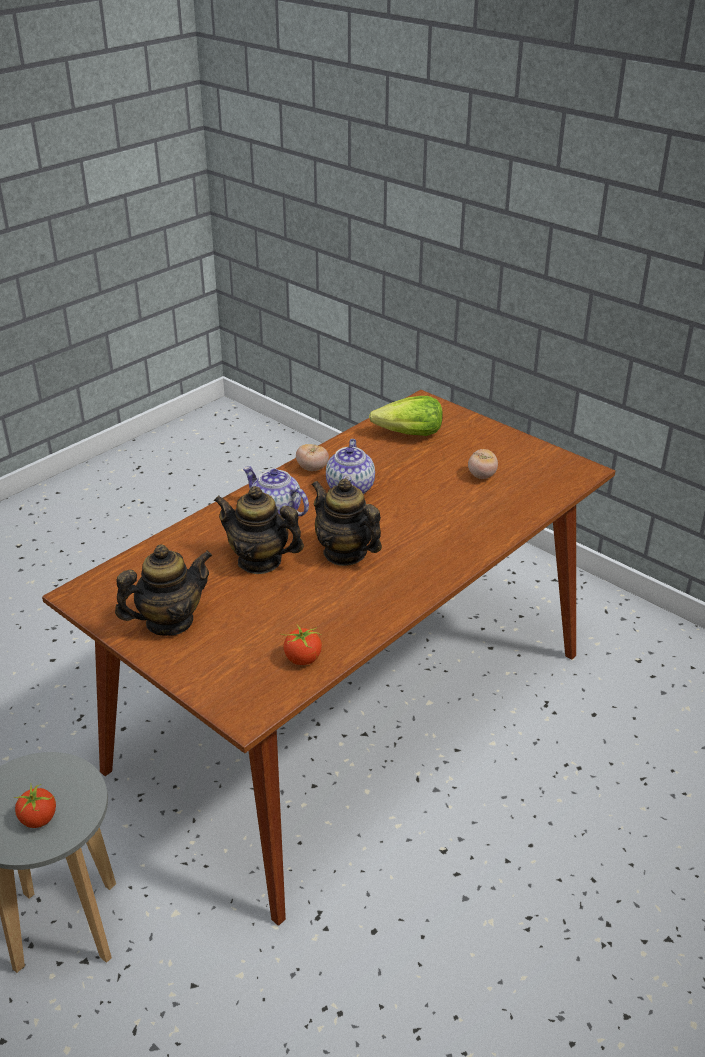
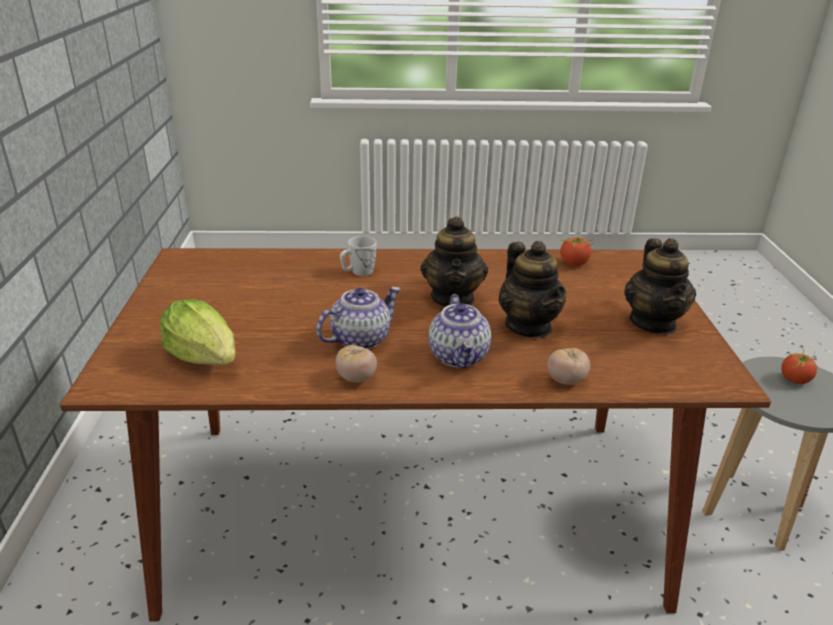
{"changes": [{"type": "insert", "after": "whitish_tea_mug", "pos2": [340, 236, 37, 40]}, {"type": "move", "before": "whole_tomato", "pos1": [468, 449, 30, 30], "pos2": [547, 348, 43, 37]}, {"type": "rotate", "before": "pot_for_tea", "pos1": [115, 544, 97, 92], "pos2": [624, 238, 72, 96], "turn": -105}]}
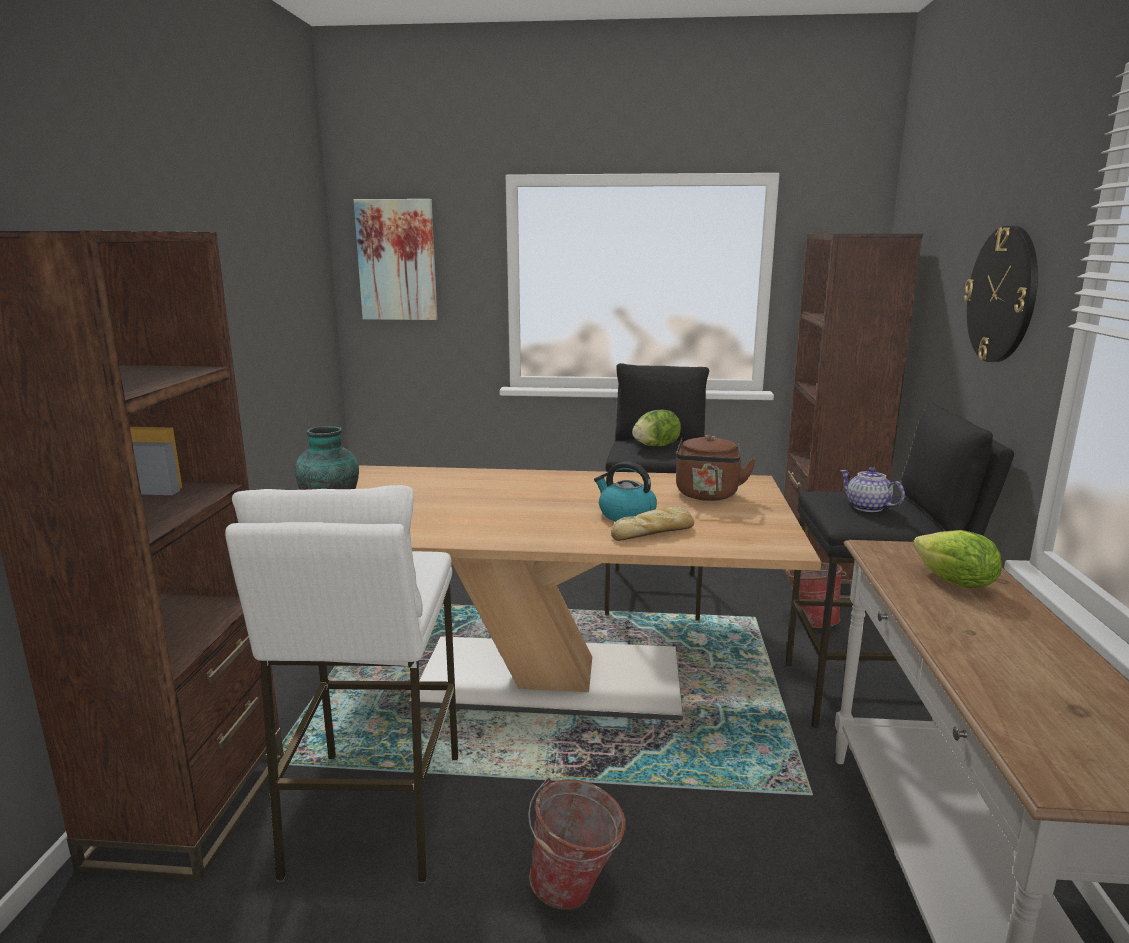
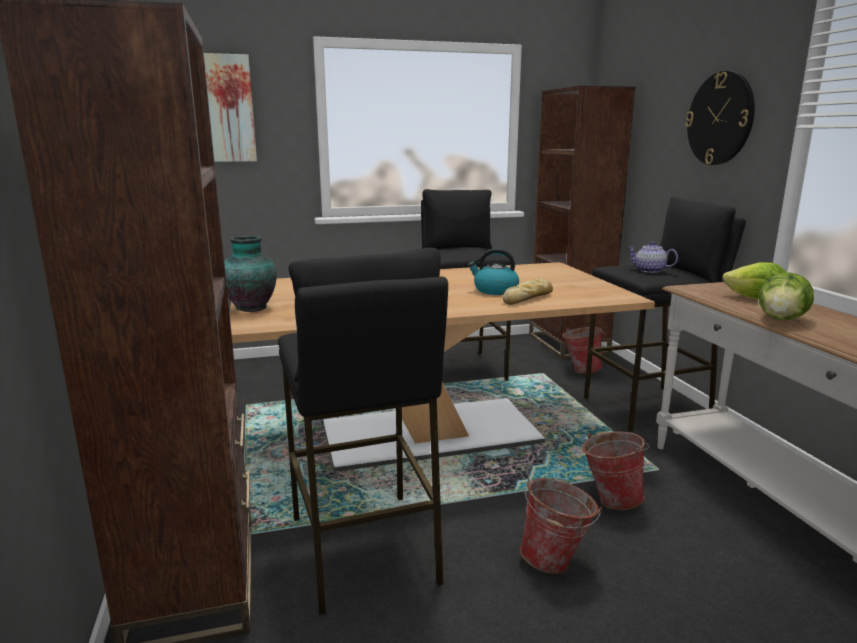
{"changes": [{"type": "delete", "before": "brown-coloured_tea_kettle", "pos1": [676, 435, 80, 66]}, {"type": "insert", "after": "bucket", "pos2": [582, 432, 68, 78]}, {"type": "move", "before": "head_of_lettuce", "pos1": [632, 410, 49, 37], "pos2": [759, 272, 55, 48]}, {"type": "recolor", "before": "whitish_sitting_stool", "after": "blackish_sitting_stool", "pos1": [225, 485, 233, 398], "pos2": [278, 248, 170, 367]}]}
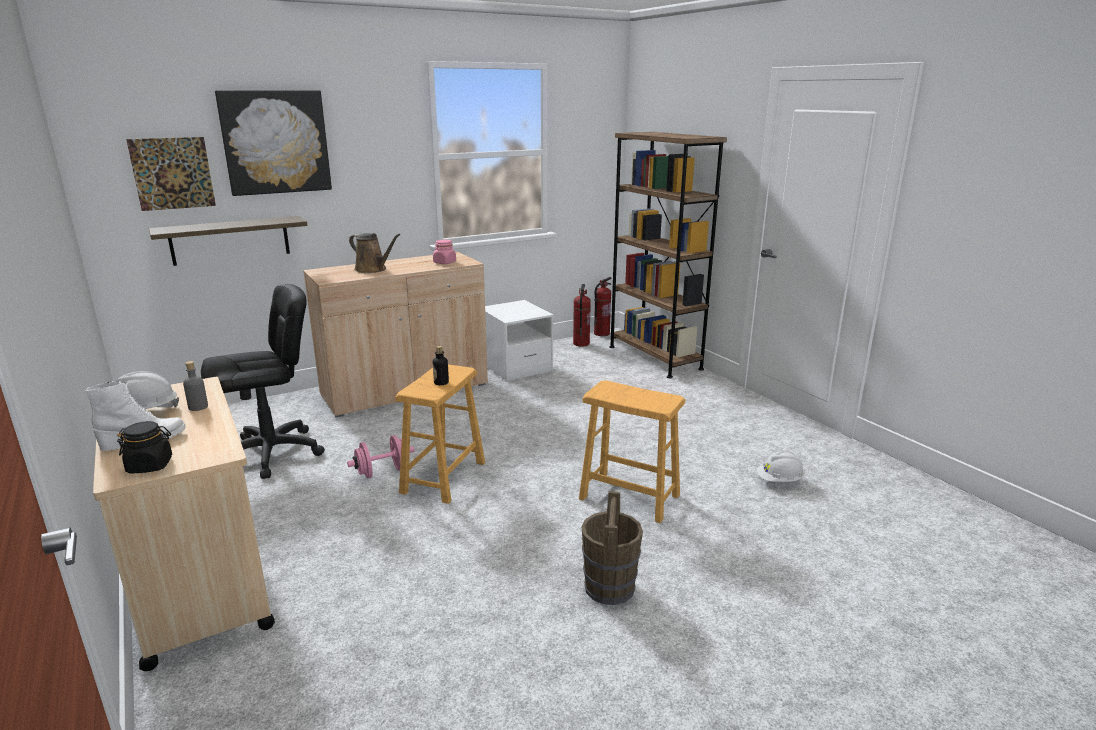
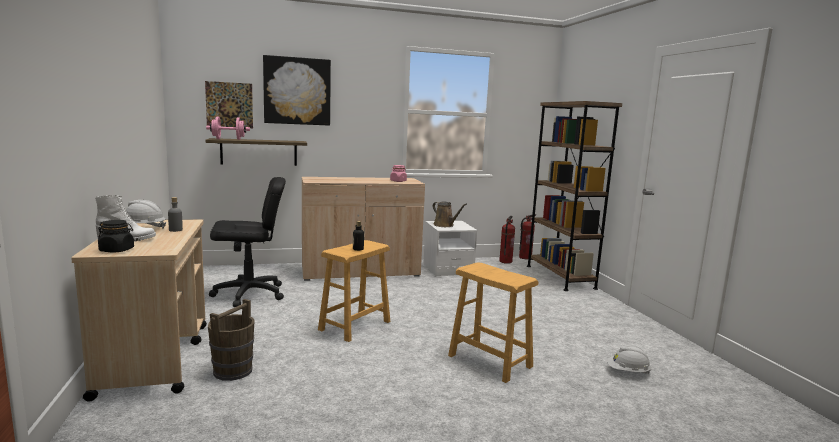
{"changes": [{"type": "move", "before": "pink-coloured_hand_weight", "pos1": [347, 435, 67, 43], "pos2": [206, 117, 44, 23]}, {"type": "move", "before": "brown-coloured_sprinkling_can", "pos1": [349, 233, 51, 40], "pos2": [432, 201, 35, 26]}, {"type": "move", "before": "brown-coloured_bucket", "pos1": [581, 491, 62, 114], "pos2": [208, 299, 47, 82]}]}
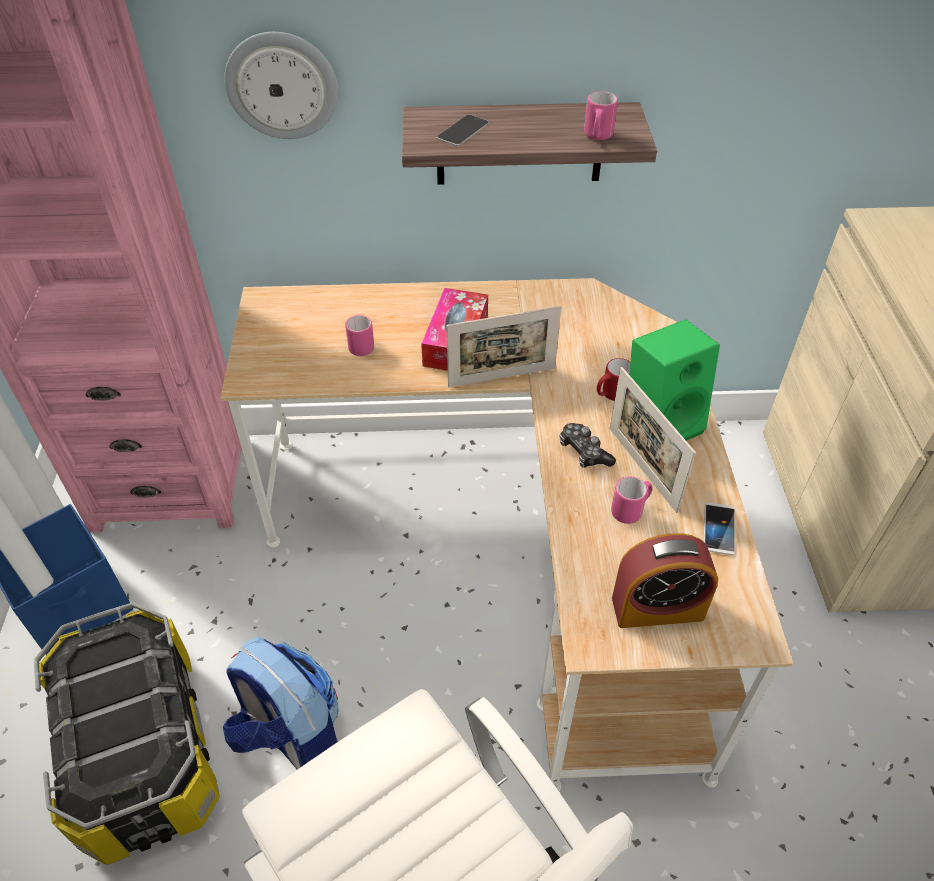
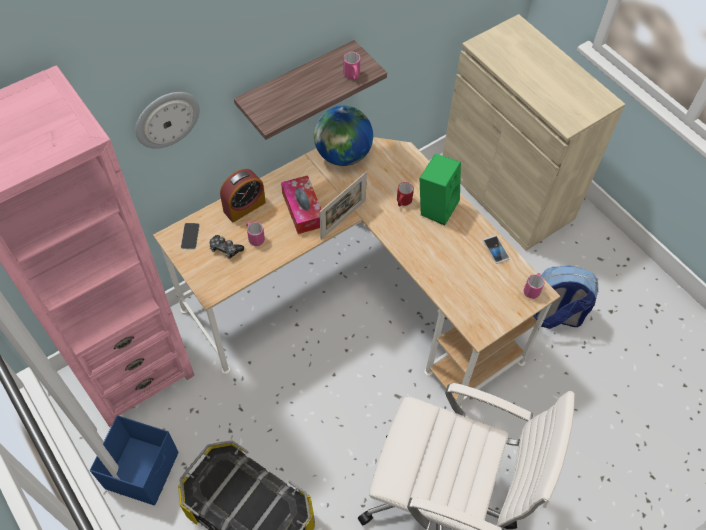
{"changes": [{"type": "delete", "before": "picture_frame", "pos1": [610, 367, 86, 146]}, {"type": "insert", "after": "world_globe", "pos2": [314, 106, 59, 60]}, {"type": "move", "before": "backpack", "pos1": [223, 637, 116, 133], "pos2": [533, 265, 65, 64]}, {"type": "move", "before": "telephone", "pos1": [437, 115, 52, 31], "pos2": [181, 223, 19, 26]}, {"type": "move", "before": "gamepad", "pos1": [559, 423, 57, 45], "pos2": [210, 235, 34, 24]}, {"type": "move", "before": "pink-coloured_tea_mug", "pos1": [611, 476, 42, 48], "pos2": [524, 273, 20, 26]}, {"type": "move", "before": "alarm_clock", "pos1": [612, 533, 106, 95], "pos2": [220, 169, 46, 53]}]}
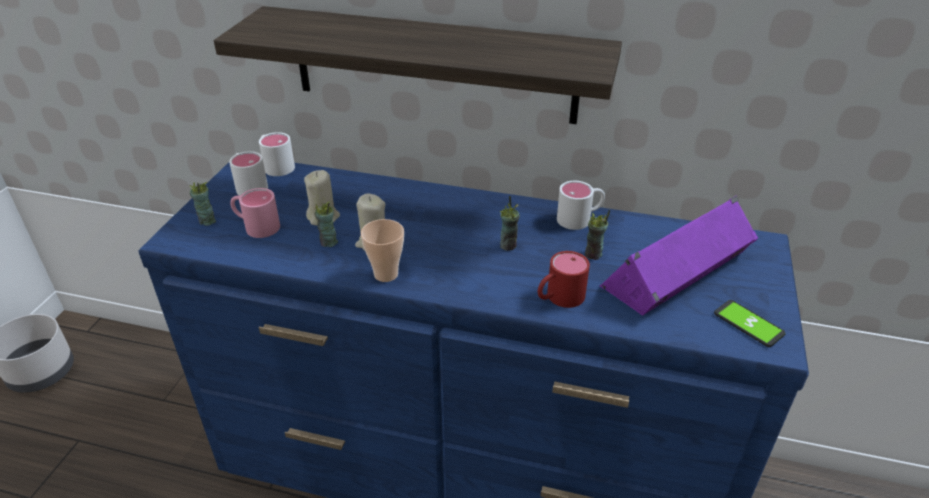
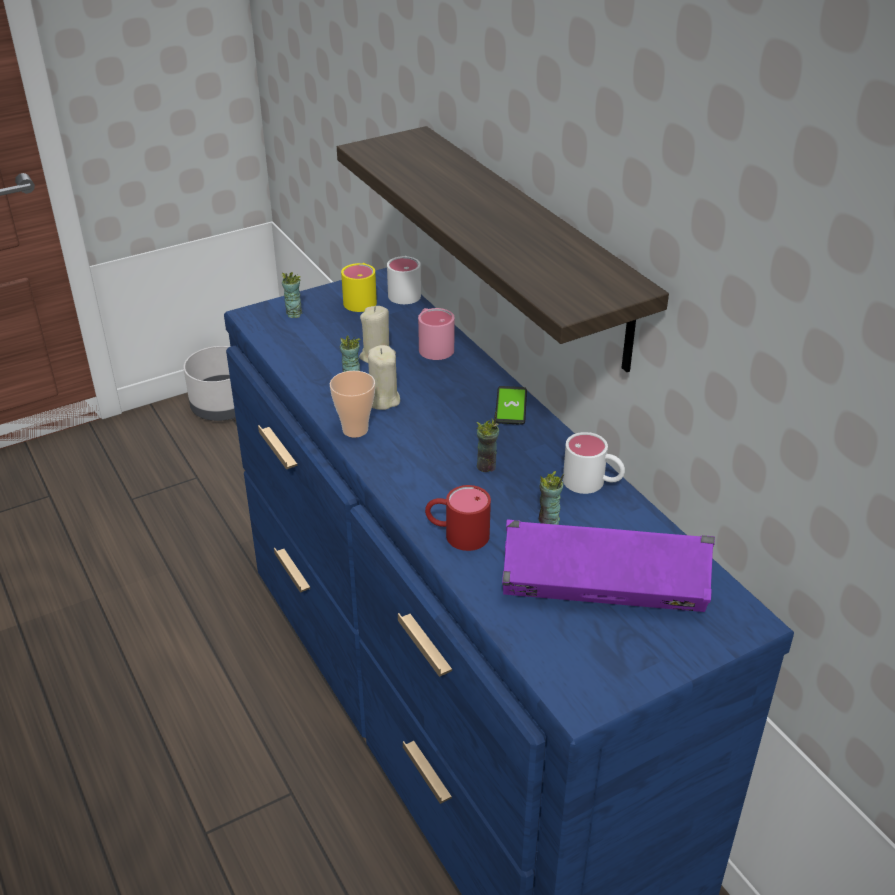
{"changes": [{"type": "move", "before": "pink-coloured_tea_mug", "pos1": [230, 188, 50, 50], "pos2": [418, 308, 36, 52]}, {"type": "move", "before": "telephone", "pos1": [714, 300, 72, 47], "pos2": [495, 386, 32, 39]}, {"type": "recolor", "before": "whitish_tea_mug", "after": "yellowish_tea_mug", "pos1": [229, 151, 39, 45], "pos2": [341, 263, 36, 49]}]}
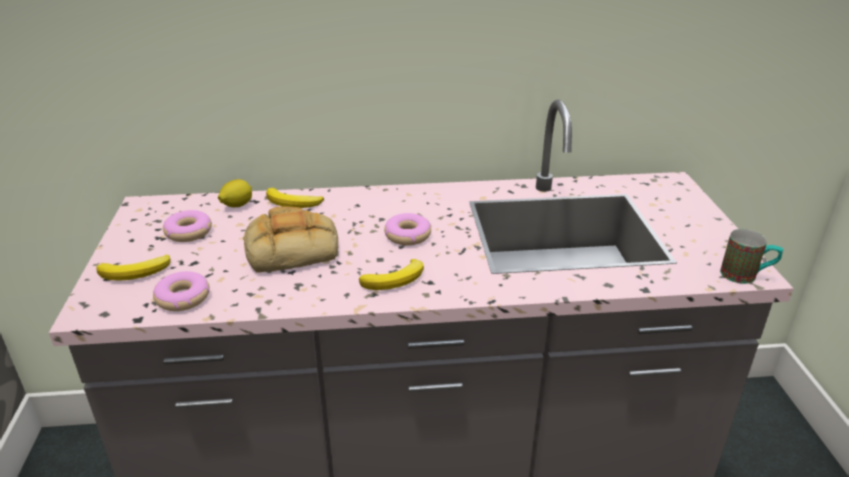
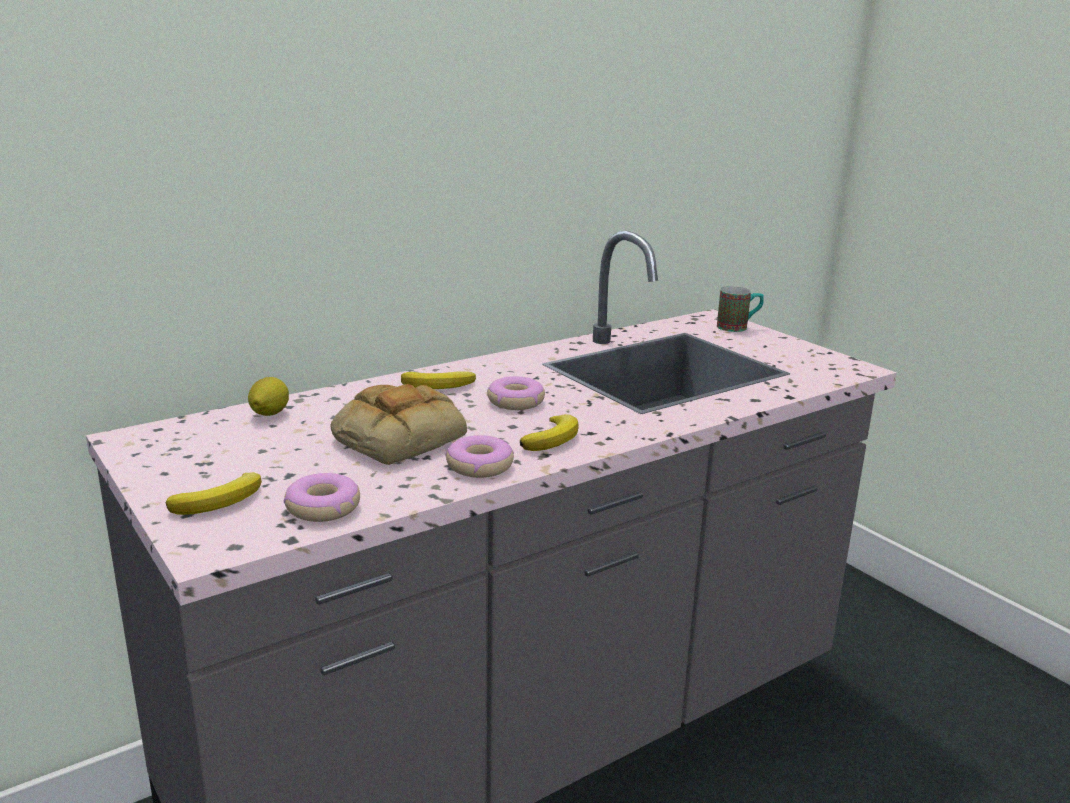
{"changes": [{"type": "move", "before": "donut", "pos1": [163, 210, 49, 32], "pos2": [445, 435, 69, 43]}, {"type": "move", "before": "banana_fruit", "pos1": [266, 188, 58, 20], "pos2": [401, 371, 75, 18]}, {"type": "move", "before": "tea_mug", "pos1": [720, 229, 63, 55], "pos2": [717, 286, 47, 46]}]}
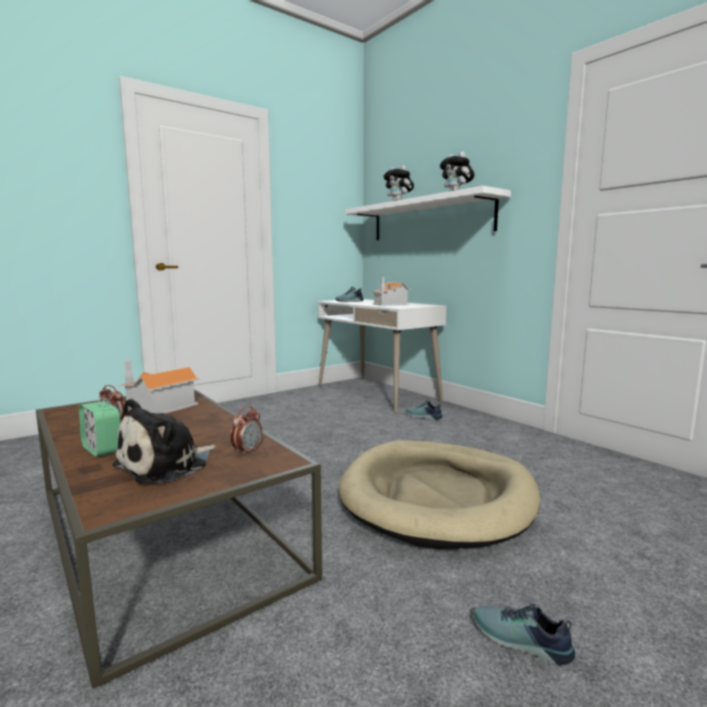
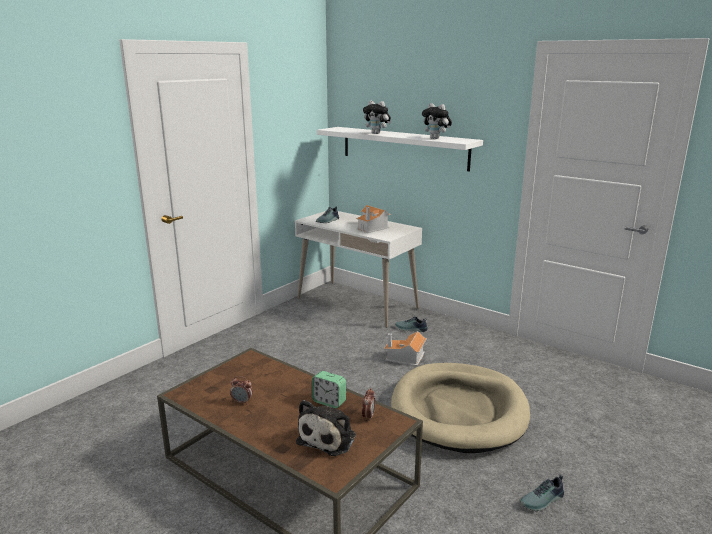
{"changes": [{"type": "move", "before": "alarm_clock", "pos1": [79, 401, 41, 56], "pos2": [312, 371, 34, 38]}, {"type": "move", "before": "miniature_house", "pos1": [118, 360, 82, 53], "pos2": [384, 331, 43, 35]}, {"type": "rotate", "before": "low_shoe", "pos1": [474, 603, 101, 62], "pos2": [520, 475, 44, 36], "turn": -45}]}
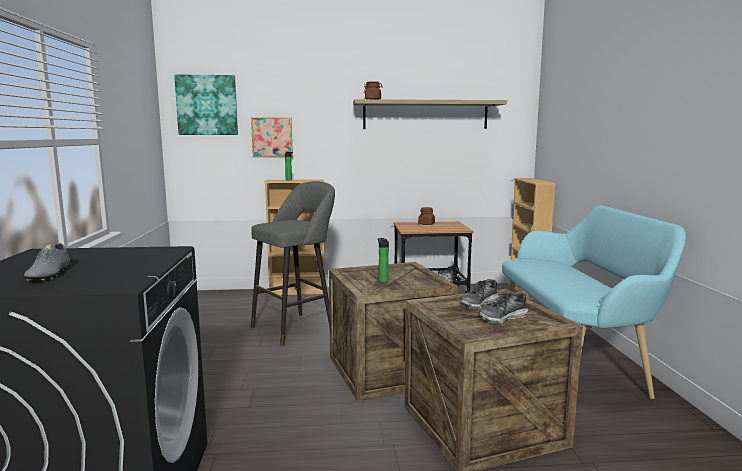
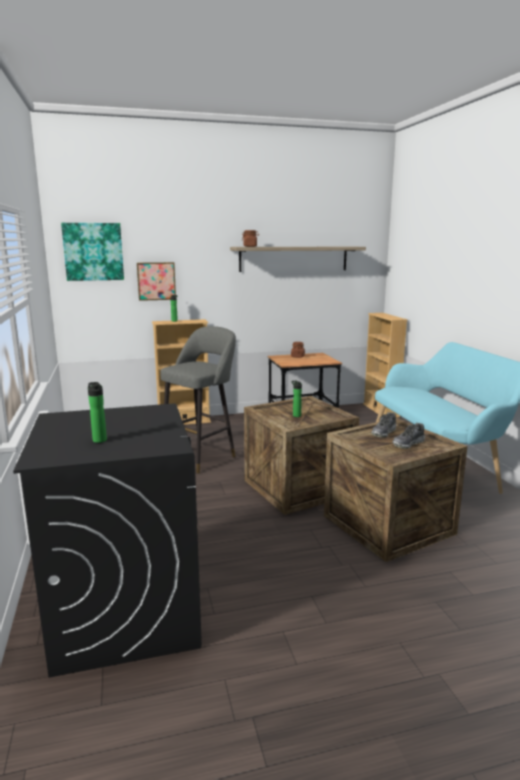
{"changes": [{"type": "replace", "before": "grey_low_shoe", "after": "beverage_bottle", "pos1": [24, 243, 46, 38], "pos2": [88, 382, 19, 61]}]}
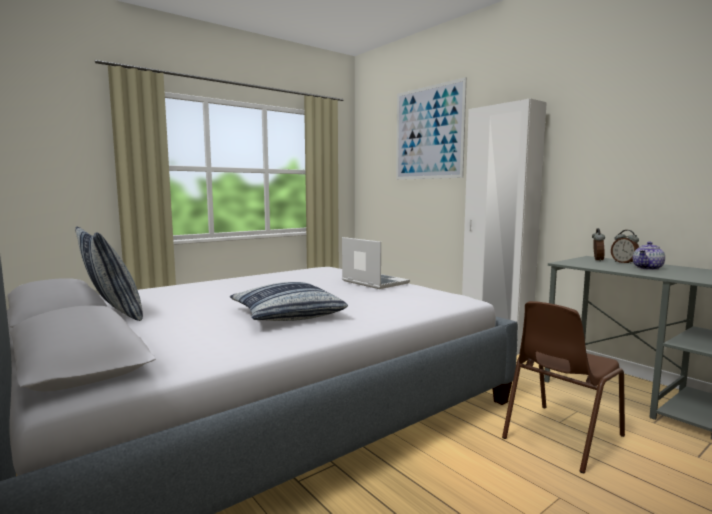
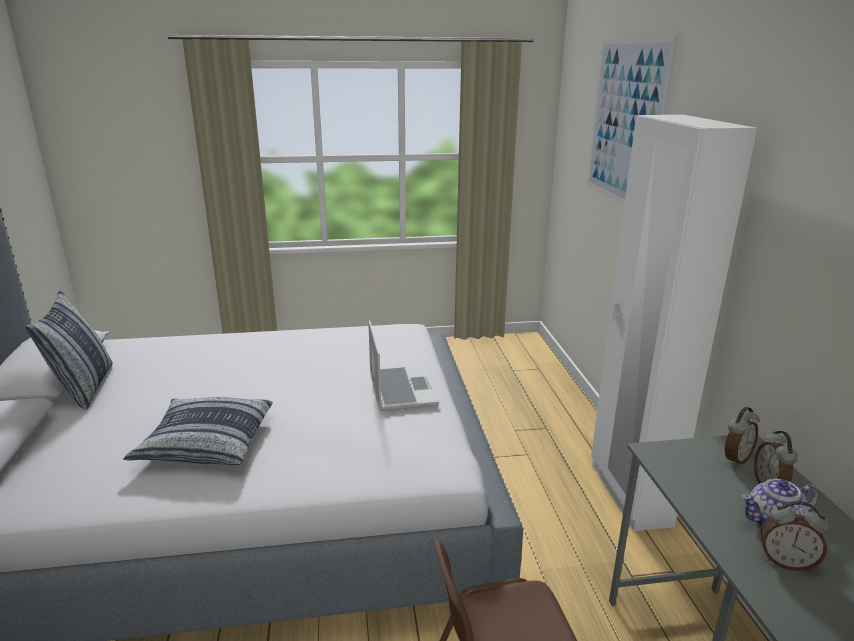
{"changes": [{"type": "insert", "after": "alarm_clock", "pos2": [761, 501, 68, 70]}]}
